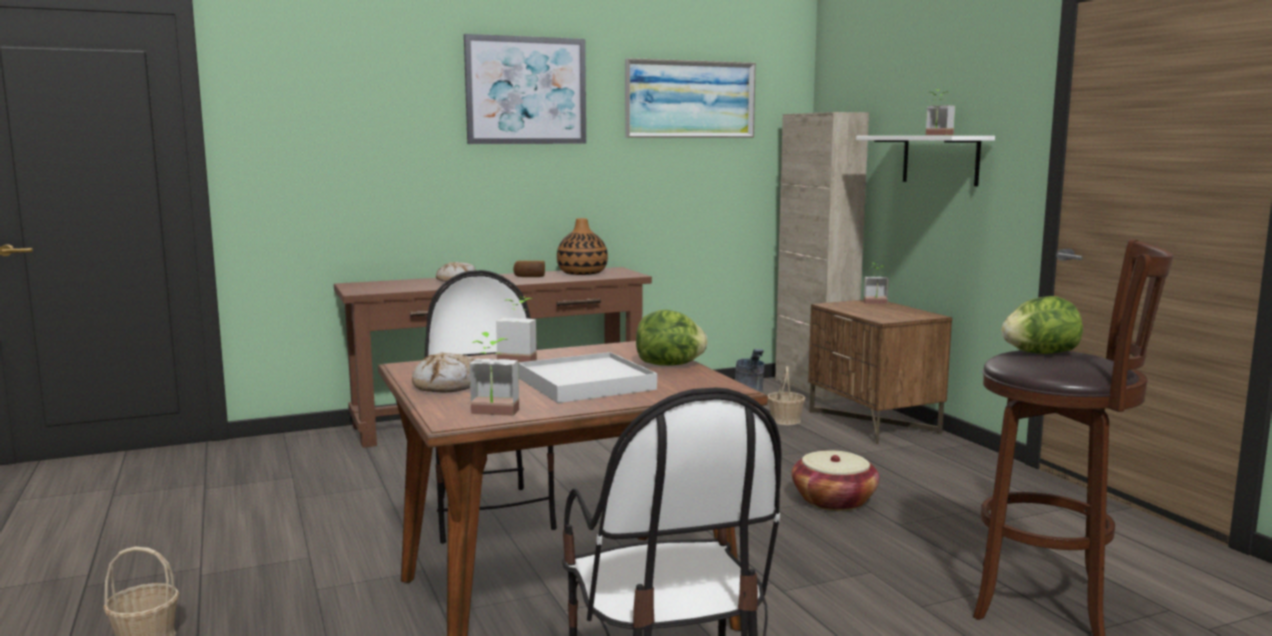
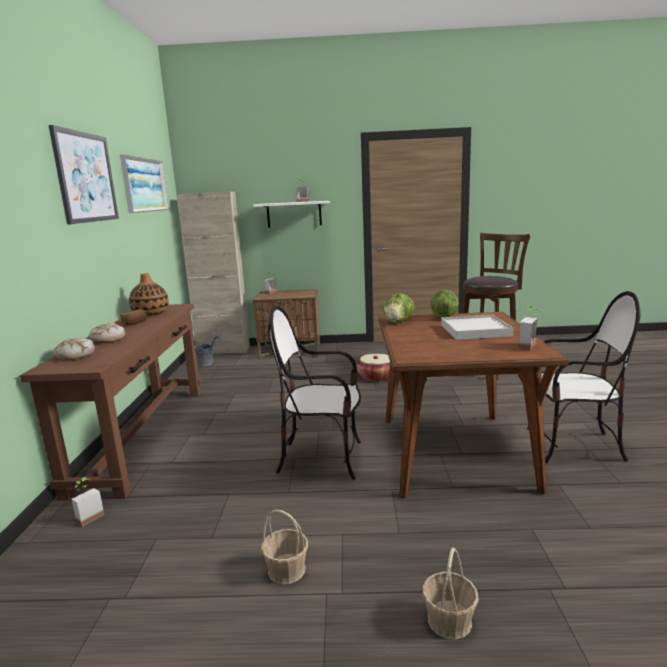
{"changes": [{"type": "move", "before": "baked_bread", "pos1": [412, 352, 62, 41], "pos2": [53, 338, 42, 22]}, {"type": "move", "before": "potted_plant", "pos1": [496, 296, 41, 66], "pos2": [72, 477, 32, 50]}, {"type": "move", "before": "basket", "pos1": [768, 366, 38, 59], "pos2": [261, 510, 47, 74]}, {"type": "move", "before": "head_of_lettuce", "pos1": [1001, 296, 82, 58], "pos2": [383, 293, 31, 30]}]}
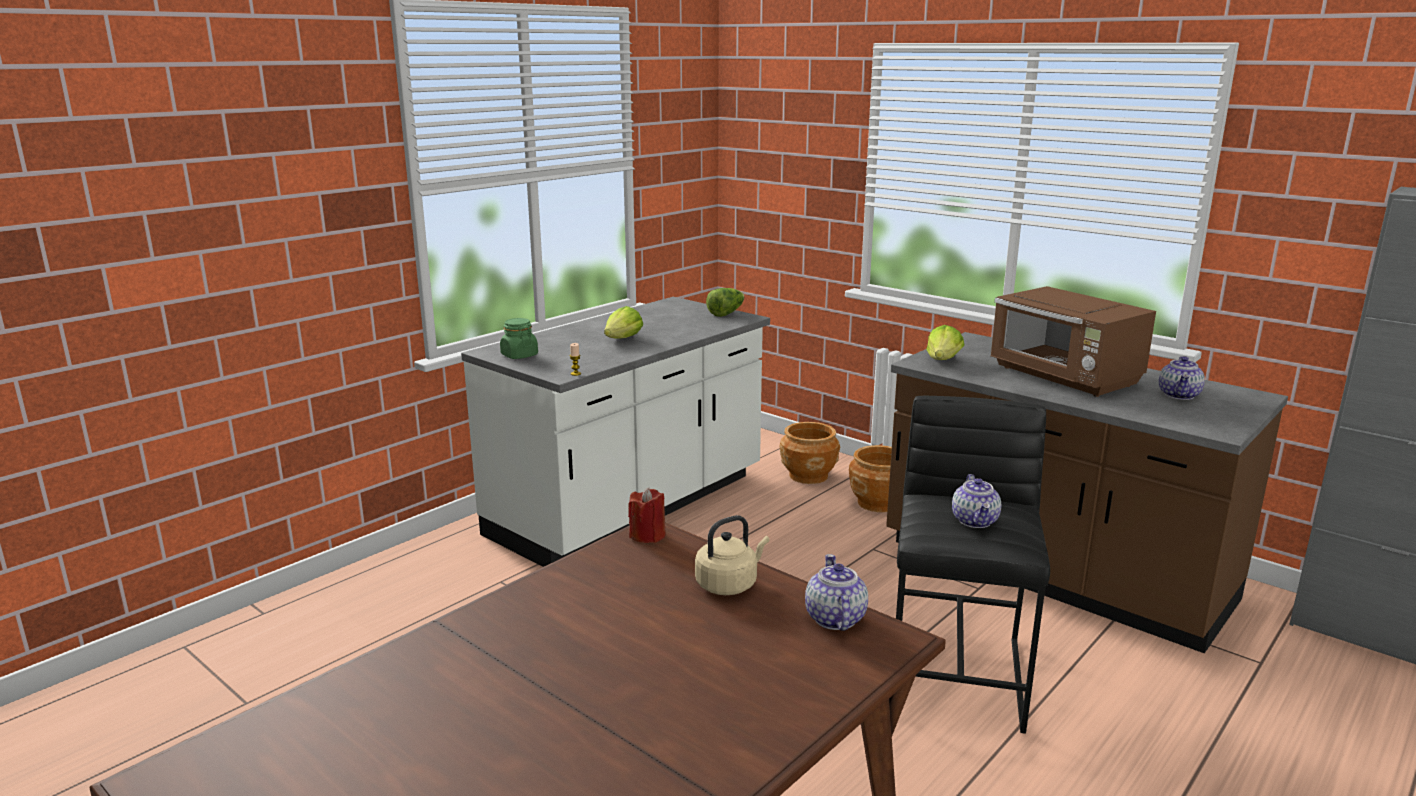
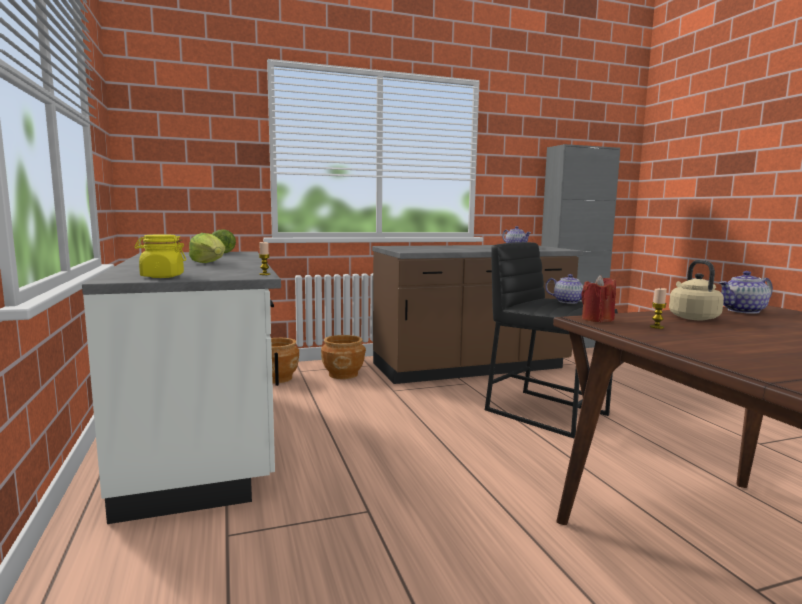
{"changes": [{"type": "delete", "before": "head_of_lettuce", "pos1": [927, 325, 37, 35]}, {"type": "delete", "before": "brown-coloured_microwave_oven", "pos1": [990, 286, 166, 111]}, {"type": "insert", "after": "wax_light", "pos2": [650, 288, 17, 41]}, {"type": "recolor", "before": "green_jar", "after": "yellowish_jar", "pos1": [500, 318, 38, 41], "pos2": [135, 234, 51, 44]}, {"type": "rotate", "before": "pot_for_tea", "pos1": [805, 554, 63, 77], "pos2": [719, 271, 54, 43], "turn": -45}]}
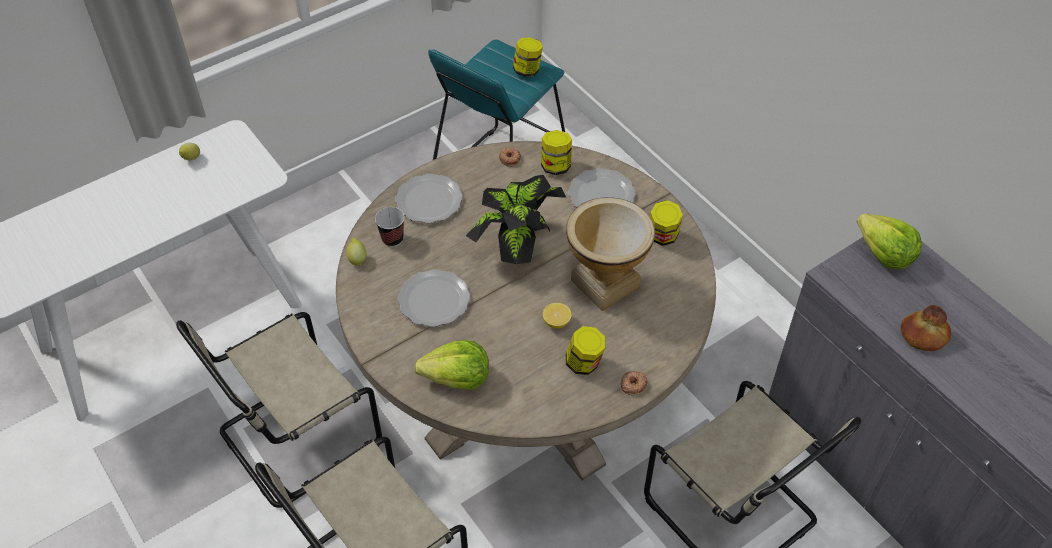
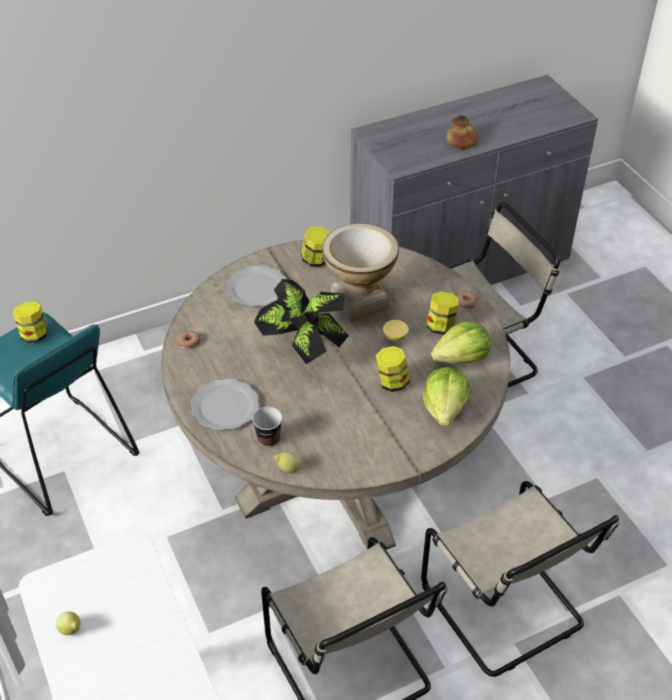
{"changes": [{"type": "delete", "before": "plate", "pos1": [398, 269, 72, 58]}, {"type": "move", "before": "jar", "pos1": [541, 130, 31, 45], "pos2": [375, 346, 35, 46]}, {"type": "move", "before": "head_of_lettuce", "pos1": [857, 213, 65, 56], "pos2": [431, 321, 60, 43]}]}
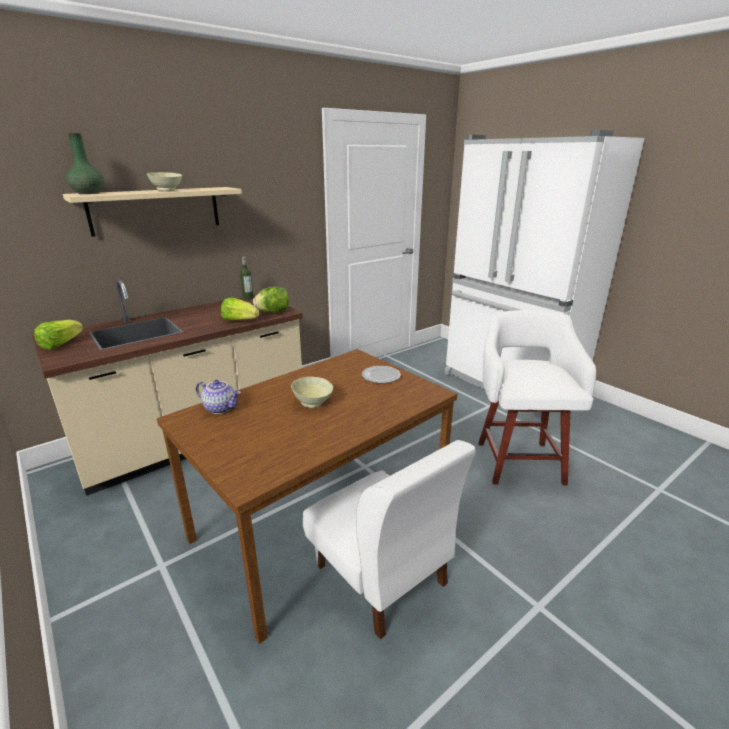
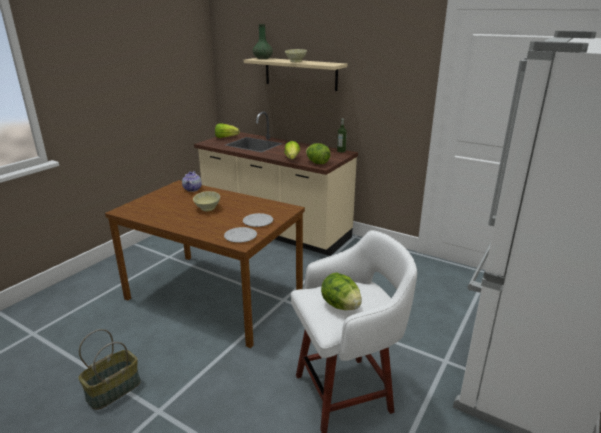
{"changes": [{"type": "delete", "before": "whitish_upright_chair", "pos1": [303, 440, 173, 199]}, {"type": "insert", "after": "basket", "pos2": [78, 329, 63, 81]}, {"type": "insert", "after": "plate", "pos2": [224, 227, 33, 16]}, {"type": "insert", "after": "head_of_lettuce", "pos2": [321, 272, 41, 38]}]}
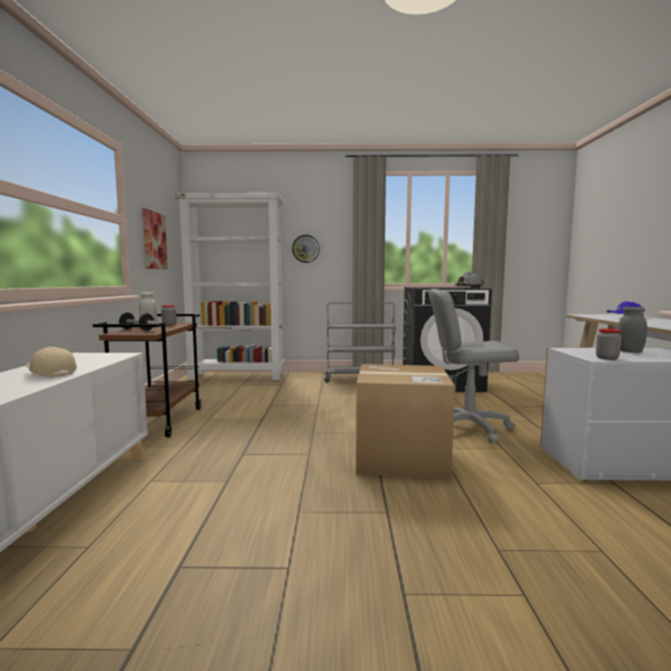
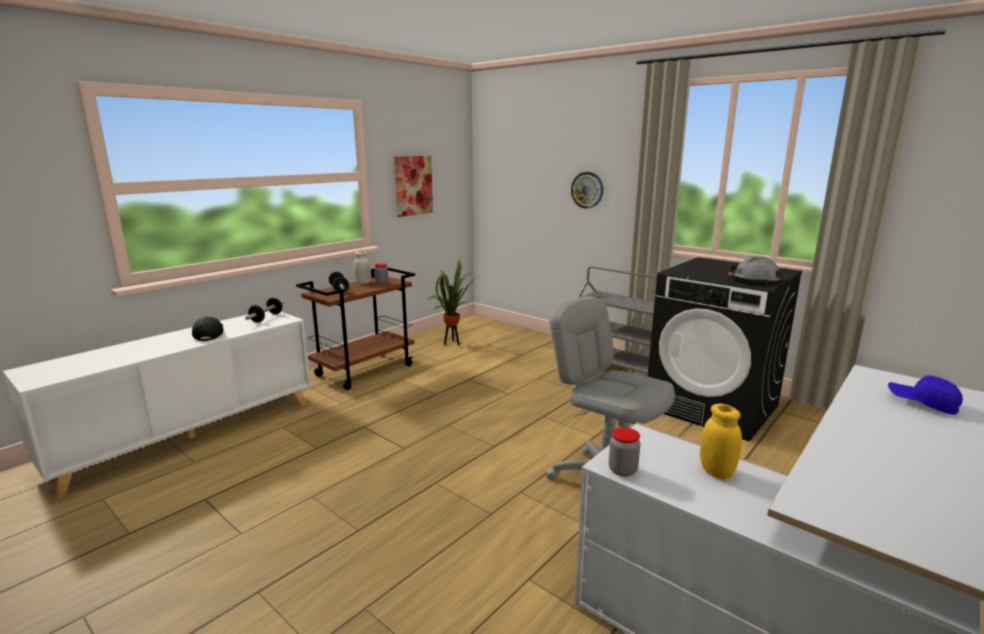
{"changes": [{"type": "delete", "before": "whitish_shelving_unit", "pos1": [175, 193, 110, 187]}, {"type": "delete", "before": "carton", "pos1": [356, 364, 99, 115]}, {"type": "insert", "after": "hand_weight", "pos2": [245, 298, 39, 25]}, {"type": "insert", "after": "potted_plant", "pos2": [426, 259, 54, 86]}, {"type": "recolor", "before": "beige-coloured_peaked_cap", "after": "blackish_peaked_cap", "pos1": [26, 347, 51, 31], "pos2": [192, 317, 32, 24]}, {"type": "recolor", "before": "grey_jar", "after": "yellowish_jar", "pos1": [618, 307, 29, 46], "pos2": [700, 404, 42, 75]}]}
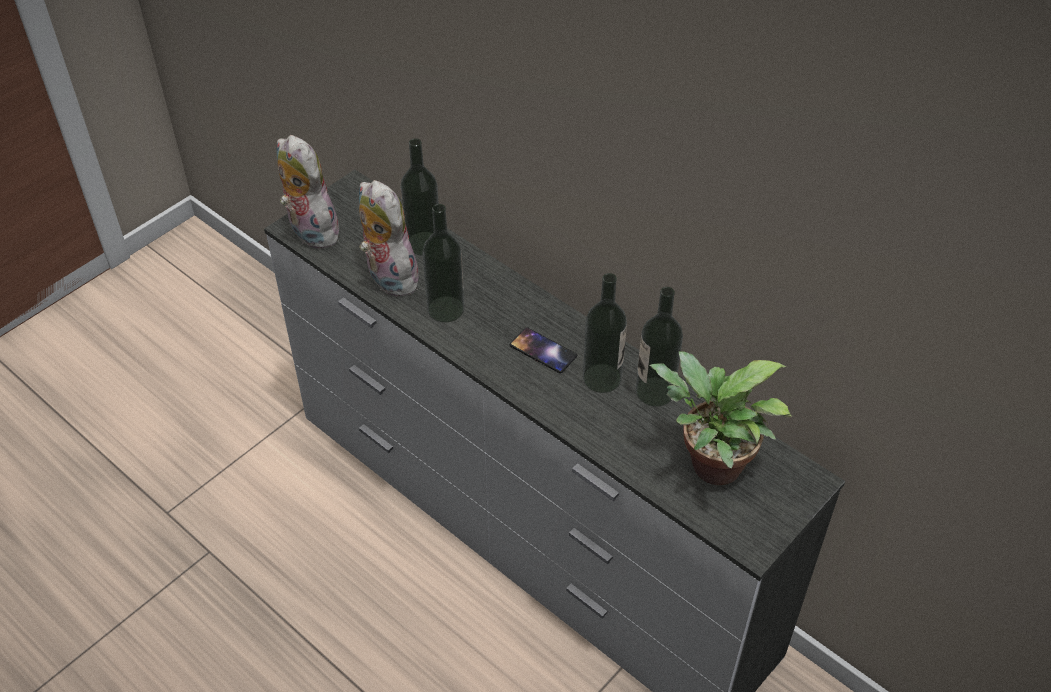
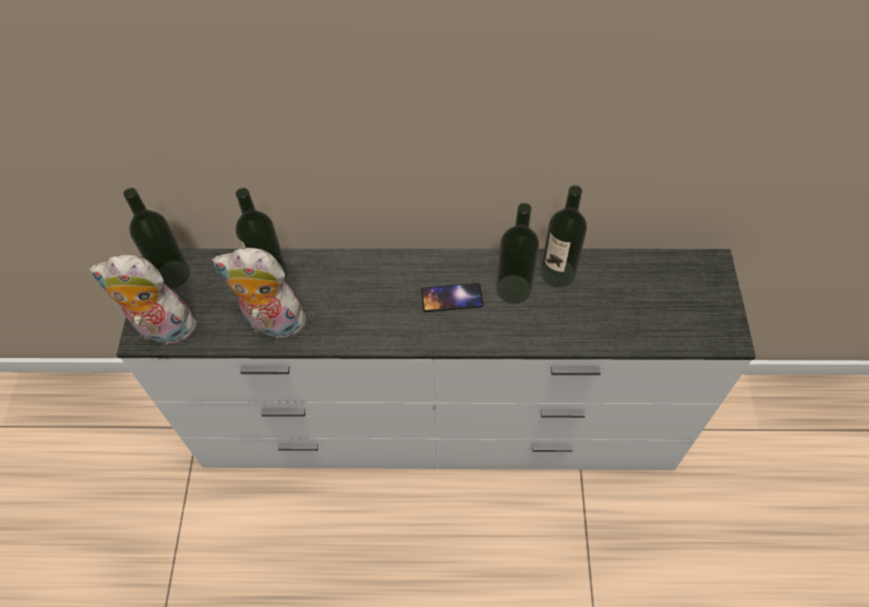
{"changes": [{"type": "delete", "before": "potted_plant", "pos1": [649, 351, 143, 134]}, {"type": "move", "before": "beverage_bottle", "pos1": [422, 204, 42, 118], "pos2": [123, 188, 67, 100]}]}
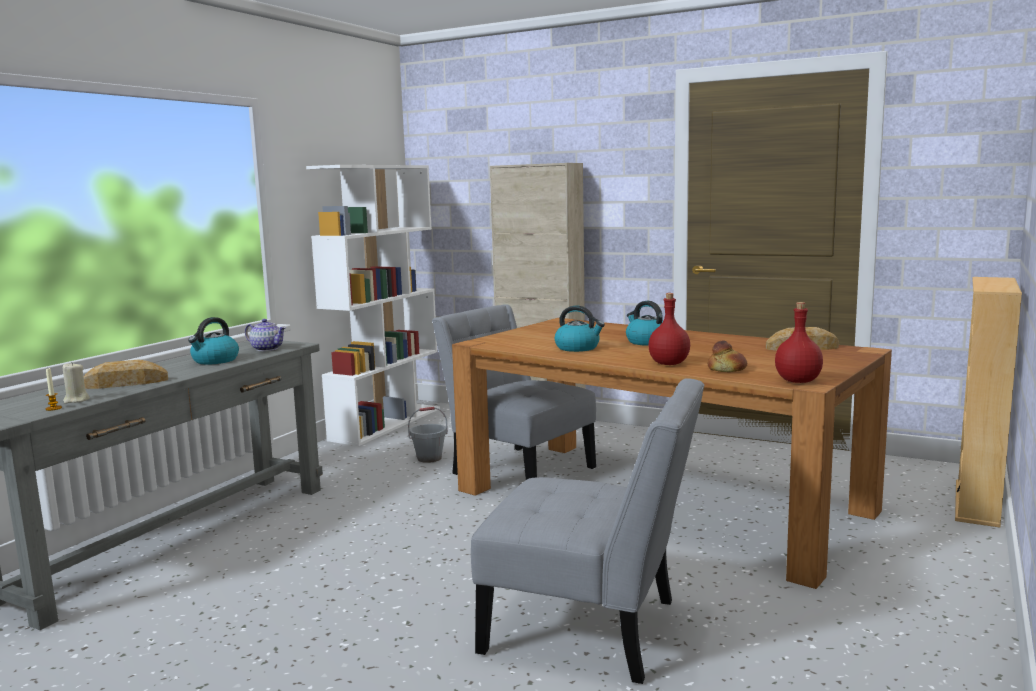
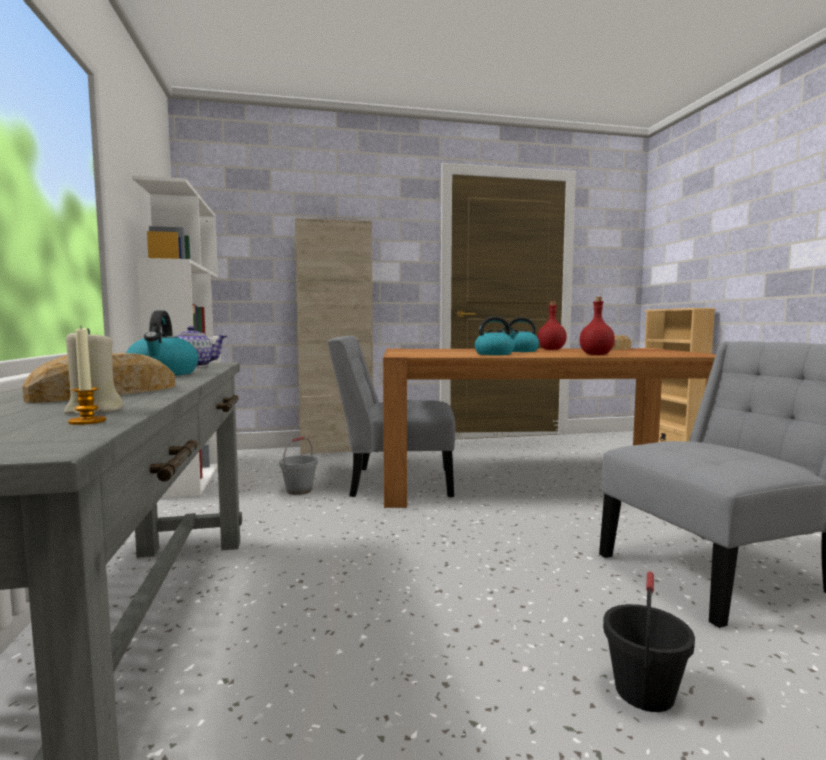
{"changes": [{"type": "delete", "before": "baked_bread", "pos1": [708, 341, 39, 31]}, {"type": "insert", "after": "blackish_bucket", "pos2": [603, 571, 92, 141]}, {"type": "move", "before": "red-coloured_beverage_bottle", "pos1": [775, 302, 48, 81], "pos2": [538, 301, 29, 49]}]}
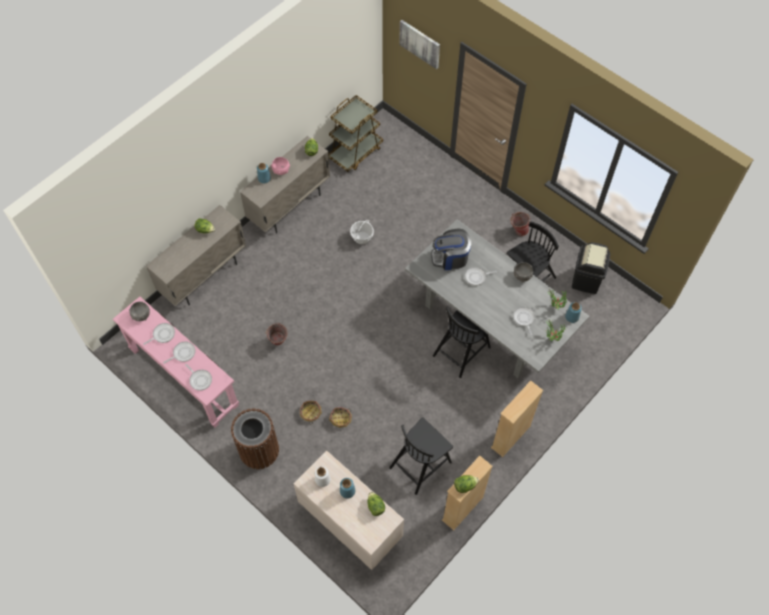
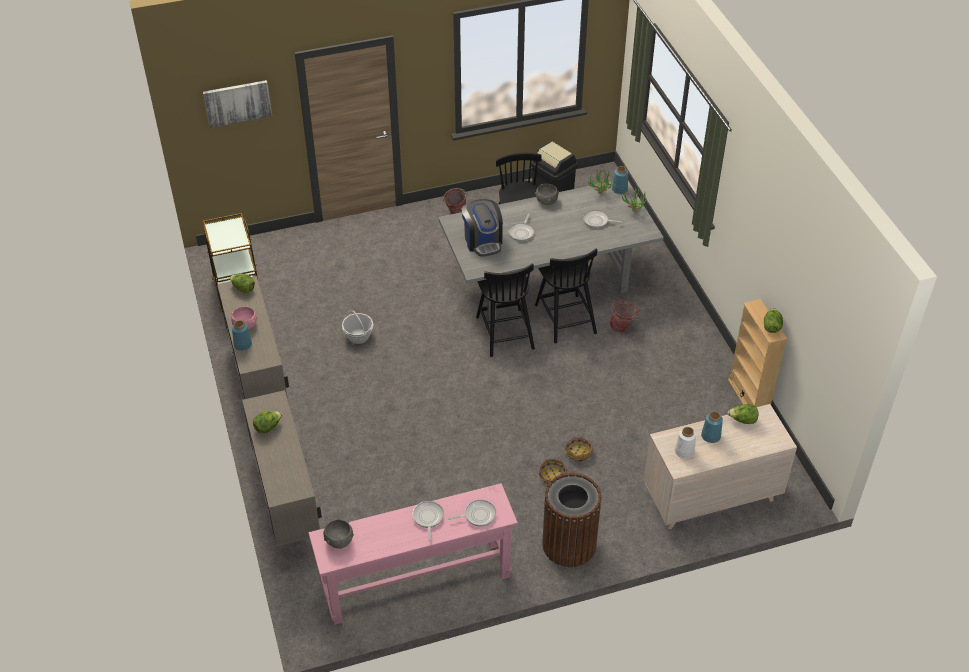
{"changes": [{"type": "delete", "before": "pan", "pos1": [143, 323, 32, 22]}, {"type": "delete", "before": "beige-coloured_shelving_unit", "pos1": [491, 381, 52, 76]}, {"type": "move", "before": "bucket", "pos1": [266, 323, 21, 22], "pos2": [610, 300, 28, 32]}, {"type": "move", "before": "blackish_upright_chair", "pos1": [389, 417, 64, 78], "pos2": [476, 263, 59, 94]}, {"type": "rotate", "before": "coffee_machine", "pos1": [431, 229, 40, 41], "pos2": [461, 199, 42, 58], "turn": -45}]}
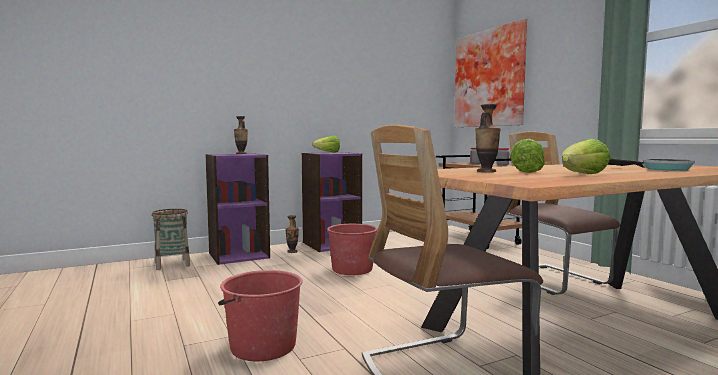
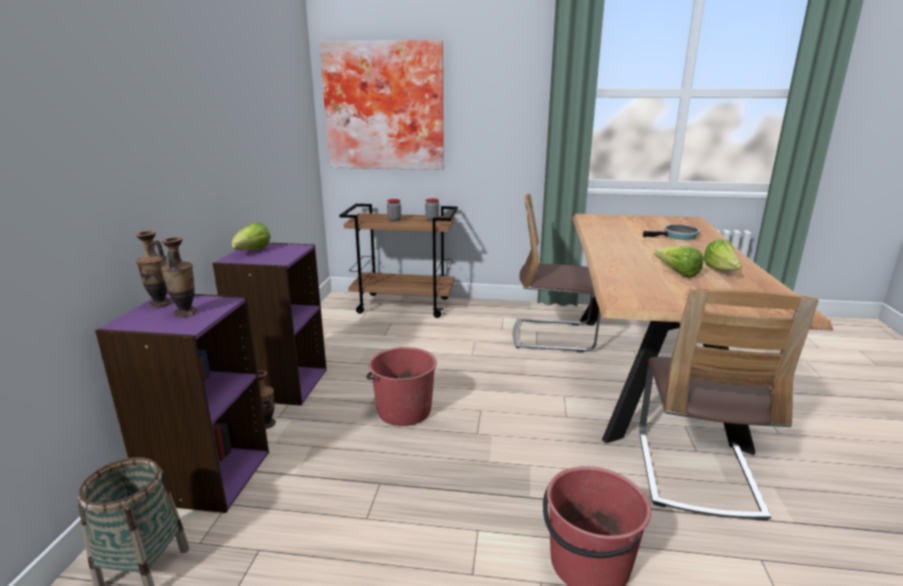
{"changes": [{"type": "move", "before": "flower_vase", "pos1": [475, 104, 26, 68], "pos2": [161, 237, 36, 80]}]}
